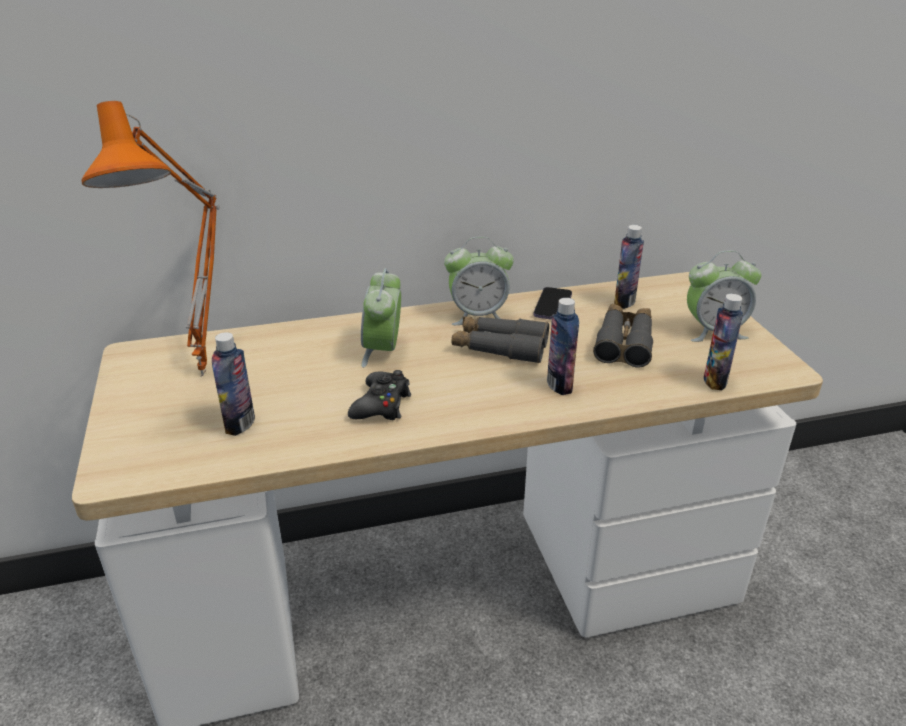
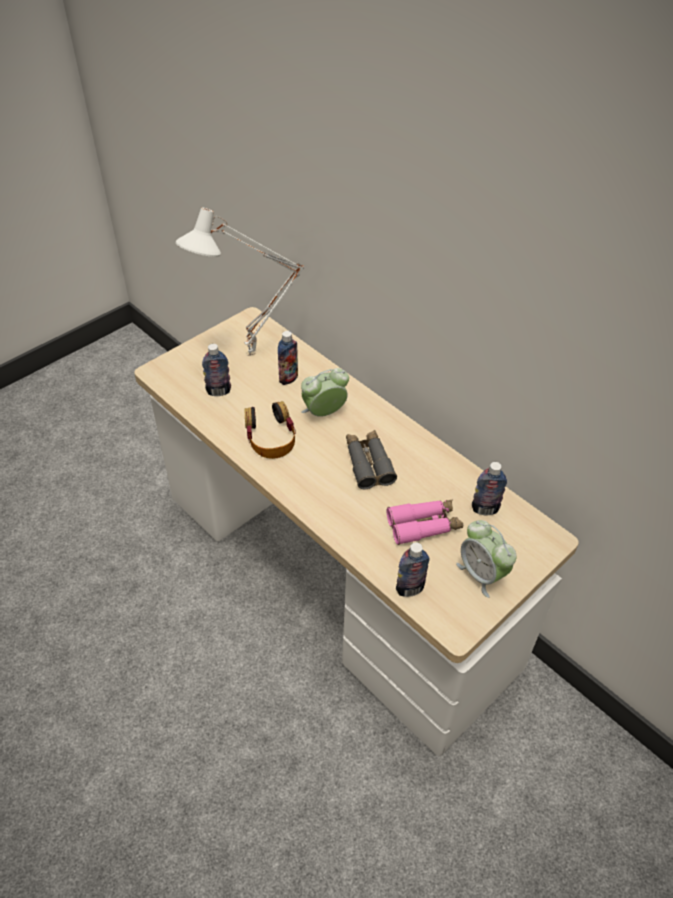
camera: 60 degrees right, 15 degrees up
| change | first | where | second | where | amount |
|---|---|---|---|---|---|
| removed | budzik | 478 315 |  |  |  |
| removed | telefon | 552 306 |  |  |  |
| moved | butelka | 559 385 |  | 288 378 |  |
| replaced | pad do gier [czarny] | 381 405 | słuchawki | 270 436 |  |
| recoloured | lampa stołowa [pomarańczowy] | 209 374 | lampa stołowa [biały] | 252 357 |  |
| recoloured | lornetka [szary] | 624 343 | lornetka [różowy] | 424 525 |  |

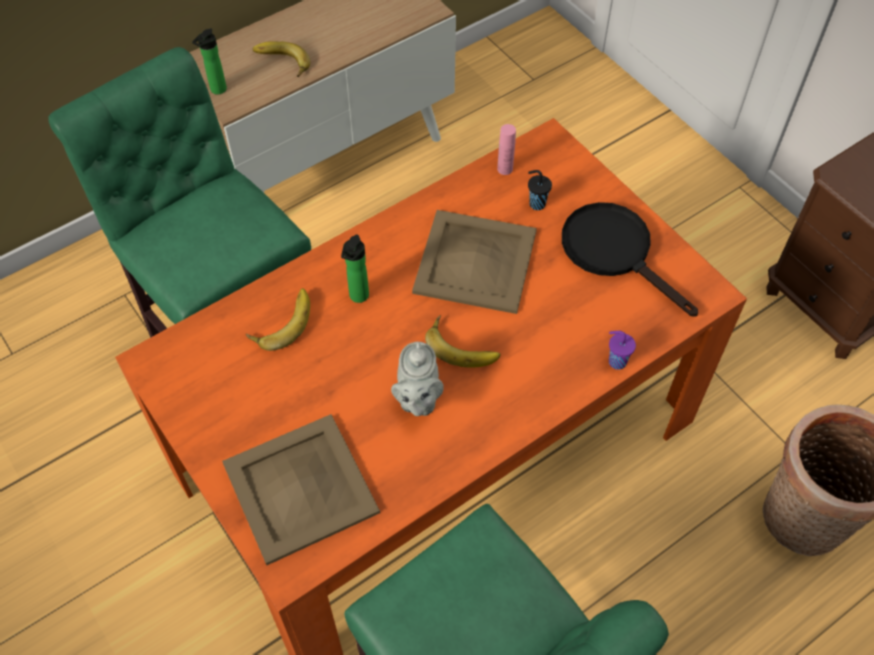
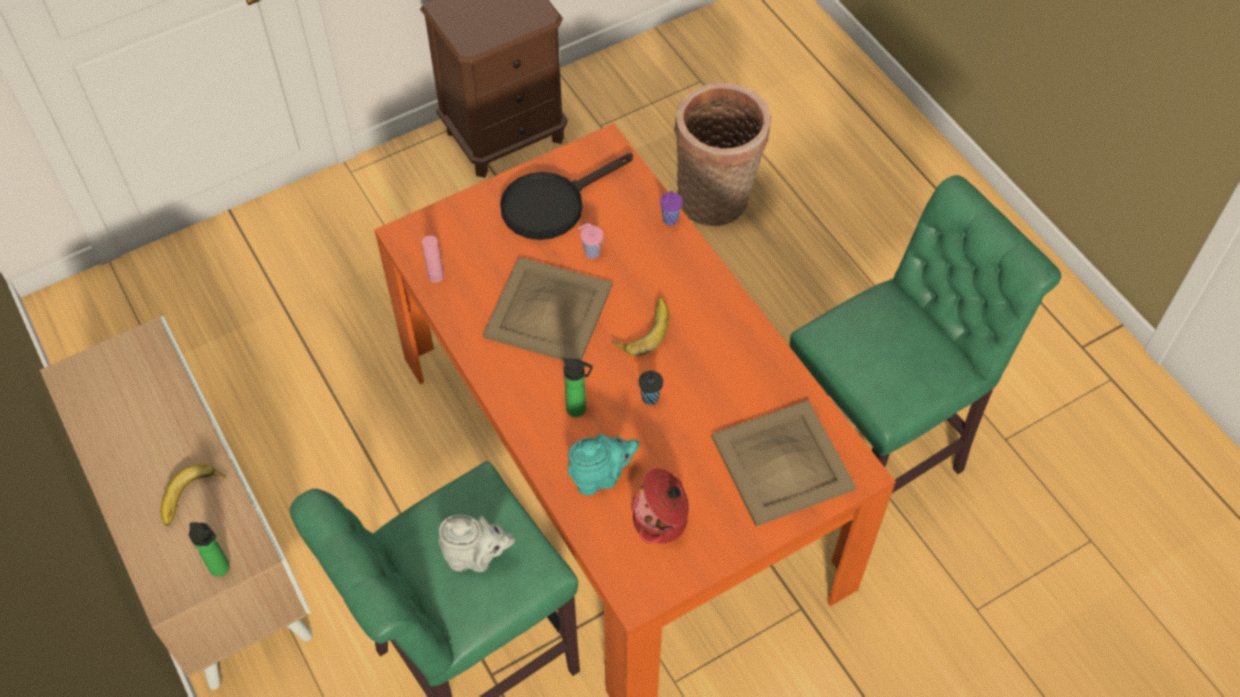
camera: 85 degrees left, 0 degrees up
| change | first | where | second | where | amount |
|---|---|---|---|---|---|
| added |  |  | filiżanka [różowy] | 591 253 |  |
| added |  |  | garnek | 661 521 |  |
| moved | imbryk [szary] | 417 399 |  | 476 557 |  |
| moved | filiżanka [czarny] | 536 203 |  | 649 398 |  |
| replaced | banan | 281 321 | imbryk [turkusowy] | 600 477 |  |

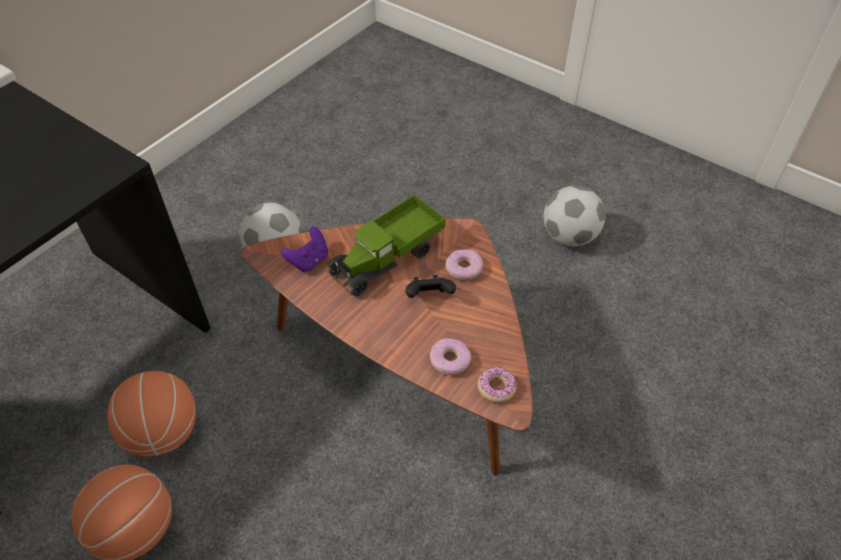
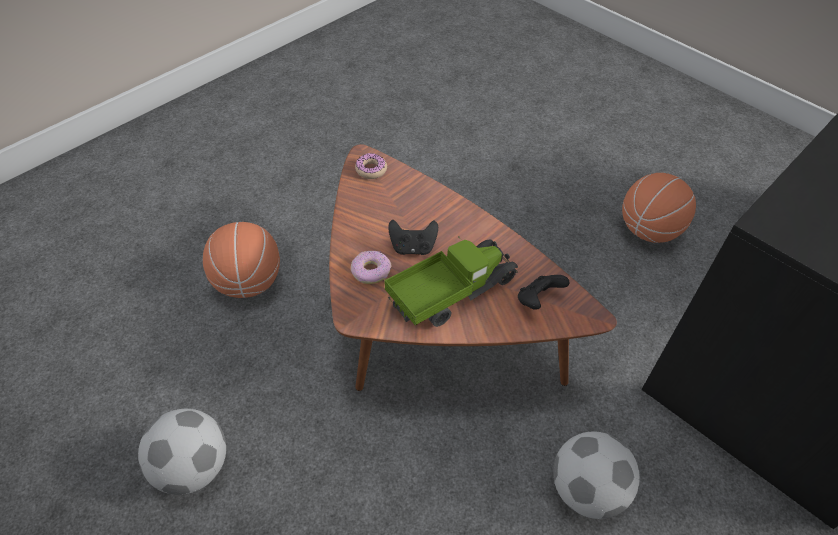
camera: 175 degrees left, 0 degrees up
| change | first | where | second | where | amount |
|---|---|---|---|---|---|
| removed | donut | 449 361 |  |  |  |
| moved | piłka do koszykówki | 163 432 |  | 247 283 |  |
| recoloured | pad do gier [fioletowy] | 309 260 | pad do gier [czarny] | 537 300 |  |

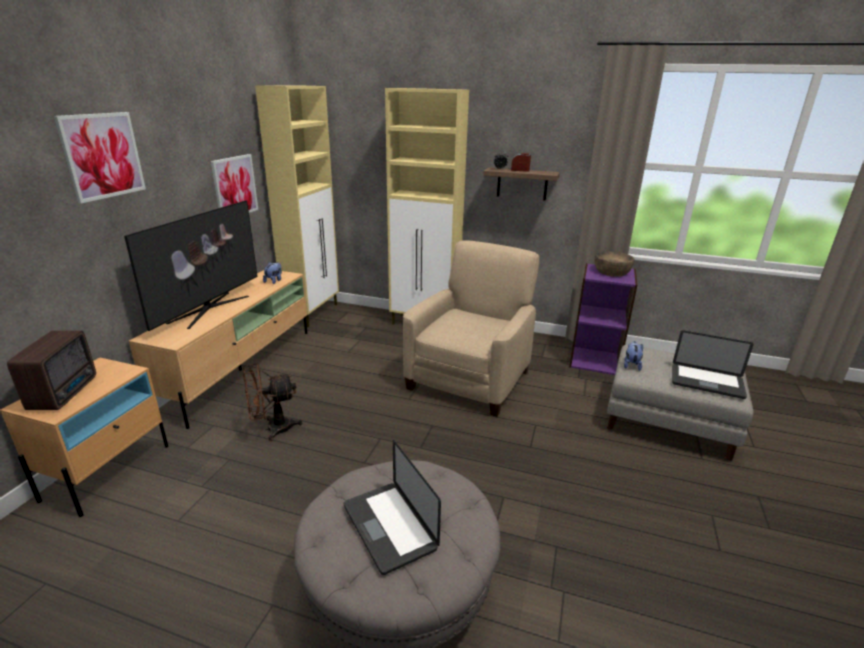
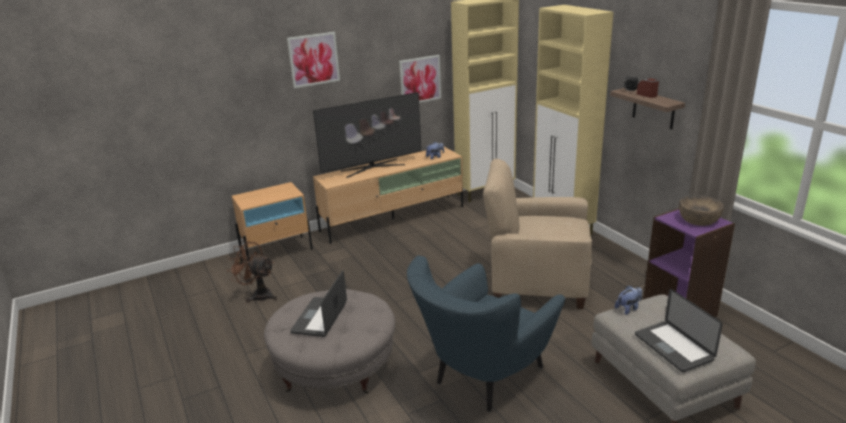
camera: 45 degrees right, 0 degrees up
| change | first | where | second | where | amount |
|---|---|---|---|---|---|
| removed | radio | 66 392 |  |  |  |
| added |  |  | fotel [niebieski] | 483 378 |  |
| moved | wentylator [brązowy] | 272 429 |  | 258 295 |  |
| turned | fotel [beżowy] | 470 379 |  | 537 281 | 150 degrees counterclockwise |

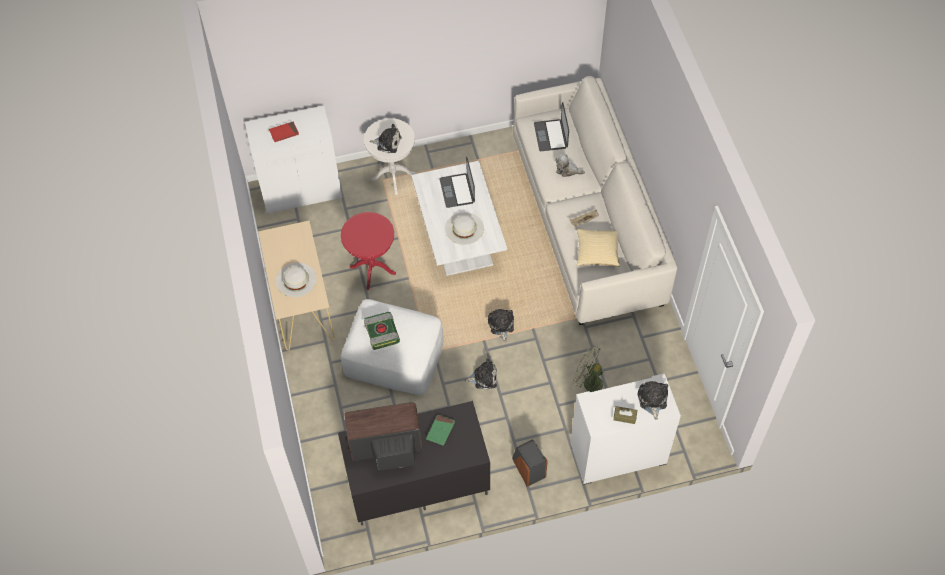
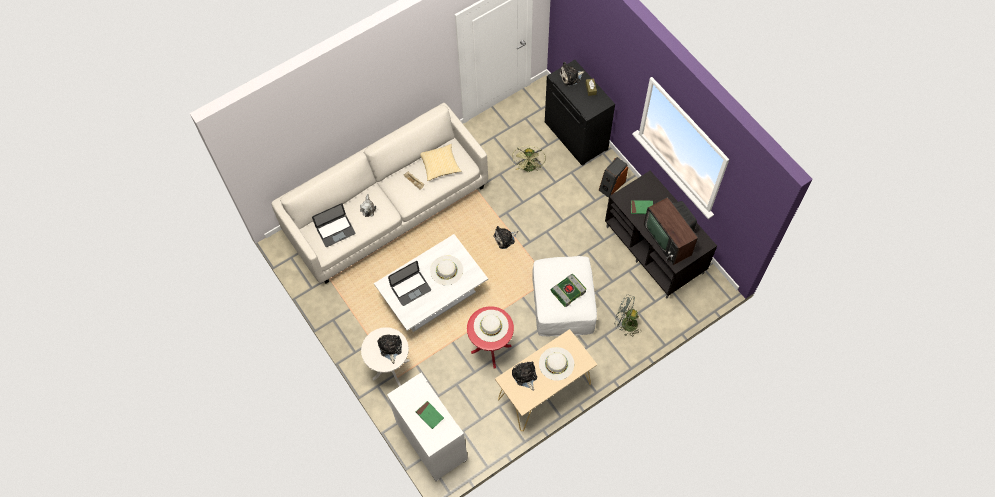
camera: 110 degrees left, 5 degrees up
| change | first | where | second | where | amount |
|---|---|---|---|---|---|
| added |  |  | kapelusz [biały] | 491 325 |  |
| added |  |  | wentylator [szary] | 625 324 |  |
| moved | pluszak | 483 378 |  | 525 376 |  |
| recoloured | książka [czerwony] | 284 132 | książka [zielony] | 429 415 |  |
| recoloured | szafka [biały] | 617 455 | szafka [czarny] | 576 136 |  |

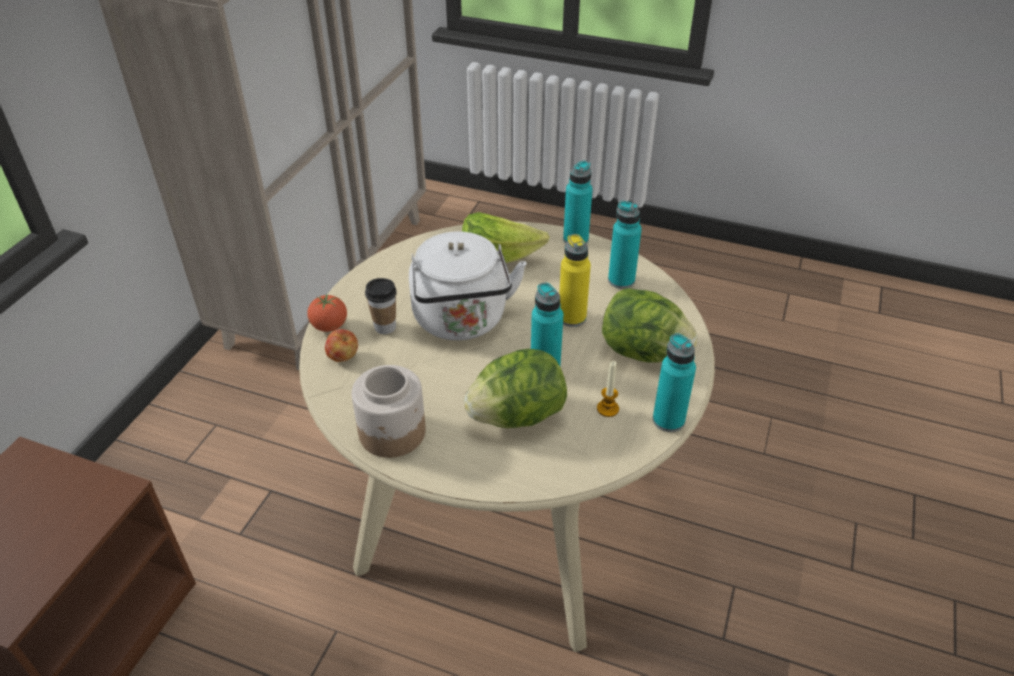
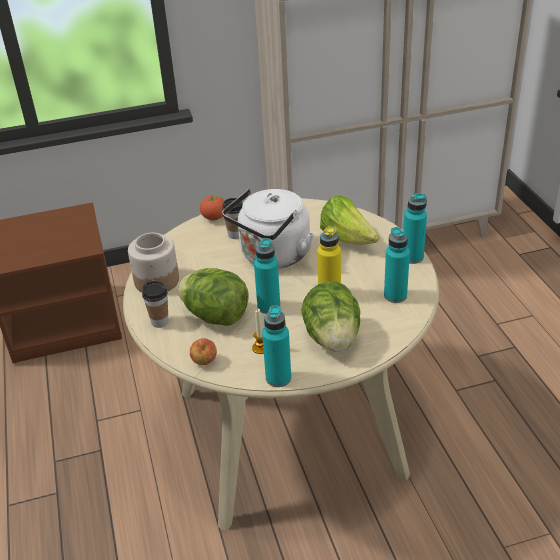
camera: 55 degrees right, 5 degrees down
| change | first | where | second | where | amount |
|---|---|---|---|---|---|
| added |  |  | filiżanka | 160 322 |  |
| moved | jabłko | 343 357 |  | 204 362 |  |

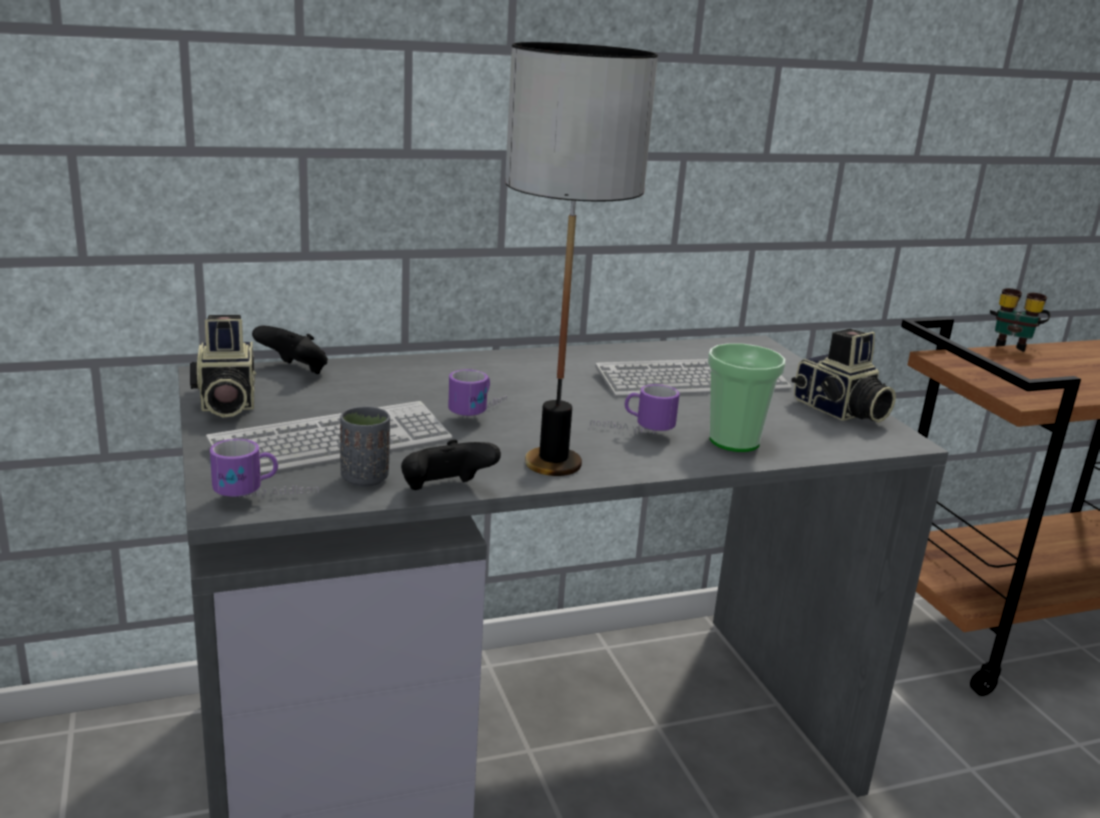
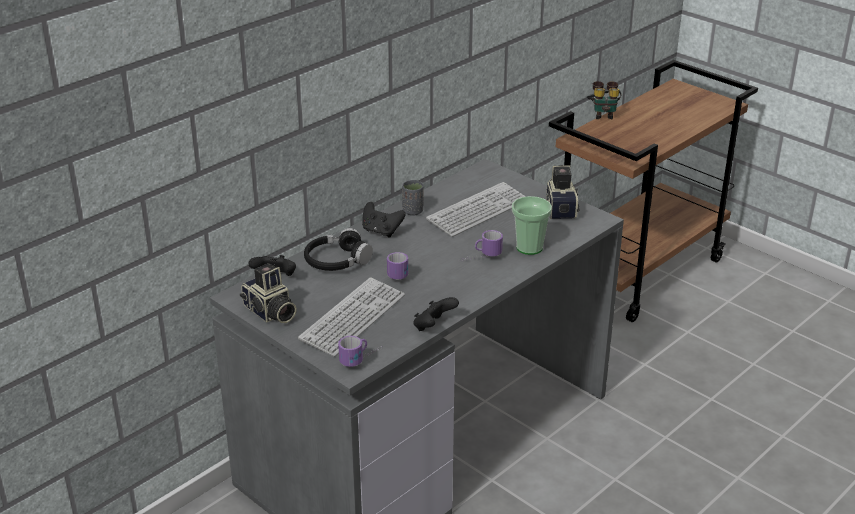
camera: 25 degrees left, 10 degrees up
| change | first | where | second | where | amount |
|---|---|---|---|---|---|
| removed | lampa stołowa | 554 464 |  |  |  |
| added |  |  | słuchawki [czarny] | 337 261 |  |
| added |  |  | pad do gier [czarny] | 381 231 |  |
| moved | filiżanka [szary] | 365 478 |  | 413 211 |  |
| turned | aparat fotograficzny | 839 411 |  | 561 208 | 120 degrees counterclockwise |

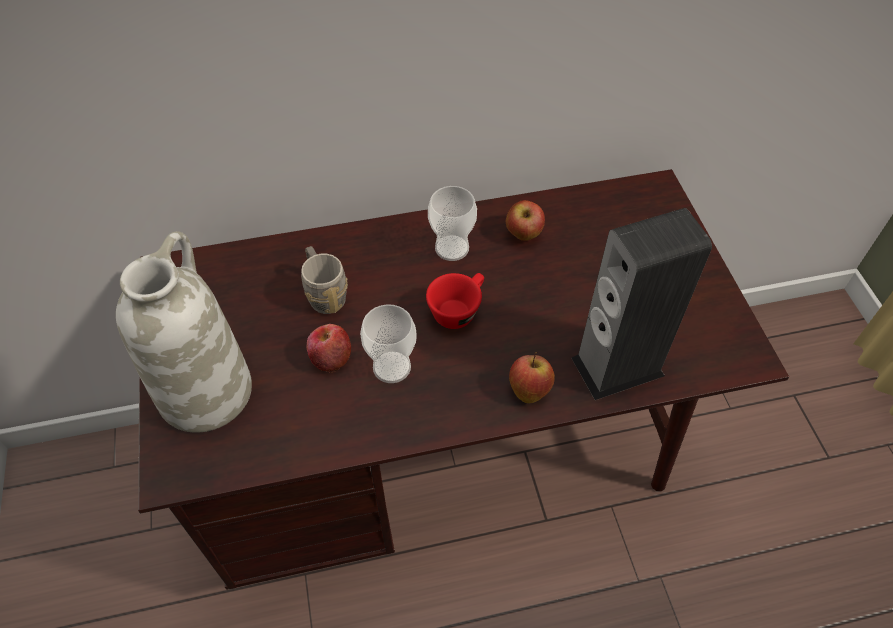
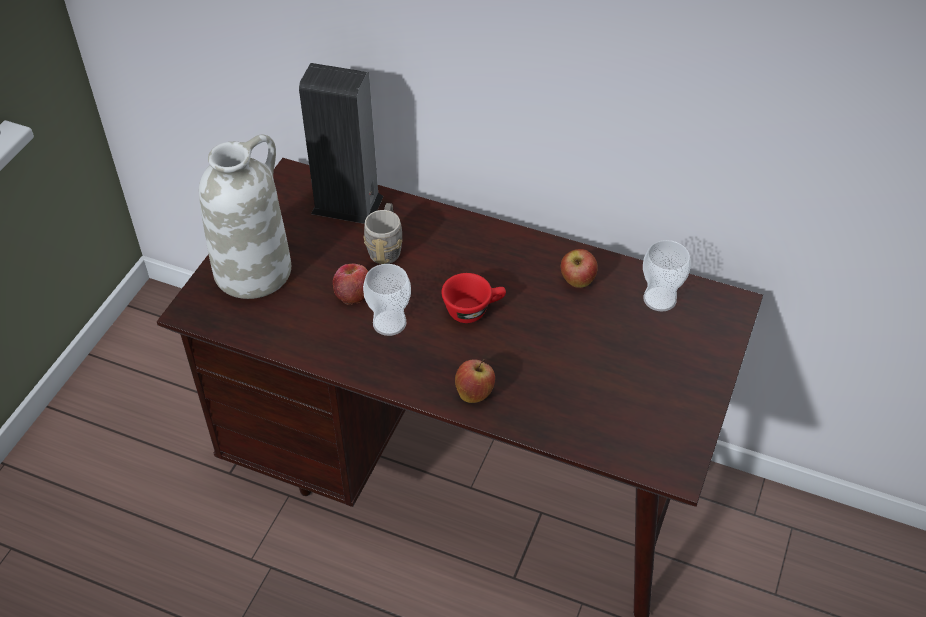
camera: 35 degrees right, 5 degrees down
| change | first | where | second | where | amount |
|---|---|---|---|---|---|
| moved | filiżanka | 452 248 |  | 659 299 |  |
| moved | głośnik | 617 366 |  | 347 205 |  |

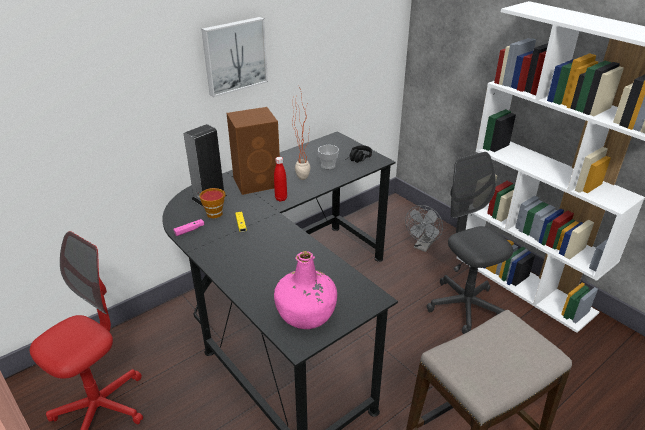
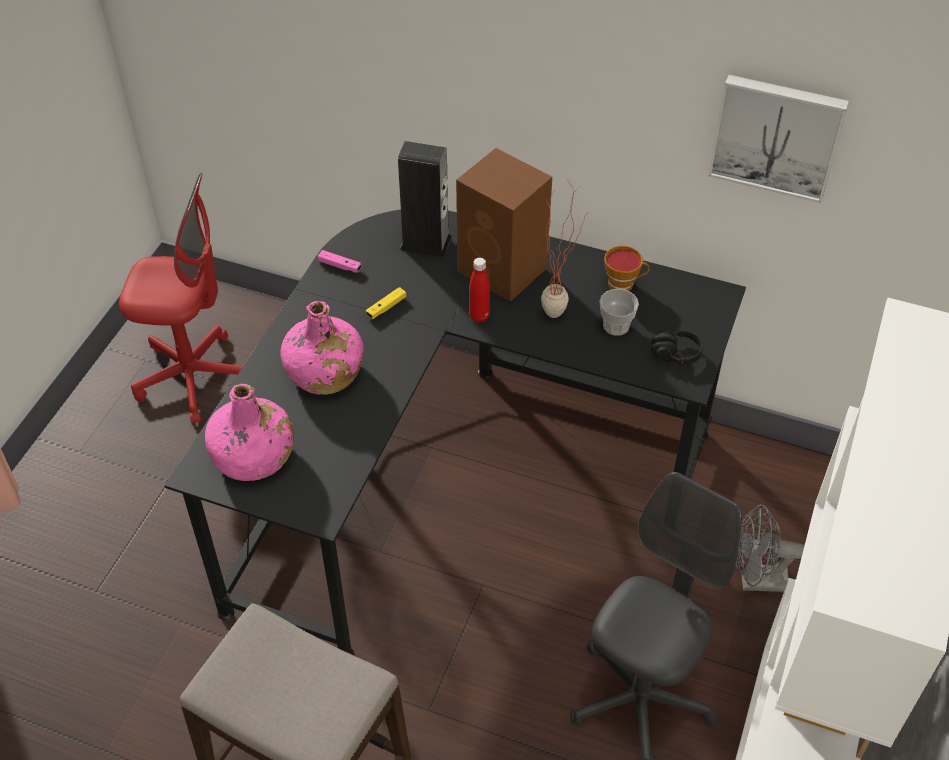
camera: 60 degrees right, 15 degrees up
| change | first | where | second | where | amount |
|---|---|---|---|---|---|
| added |  |  | butelka [różowy] | 324 373 |  |
| moved | filiżanka | 216 212 |  | 624 284 |  |
| moved | obraz | 234 55 |  | 777 135 |  |

